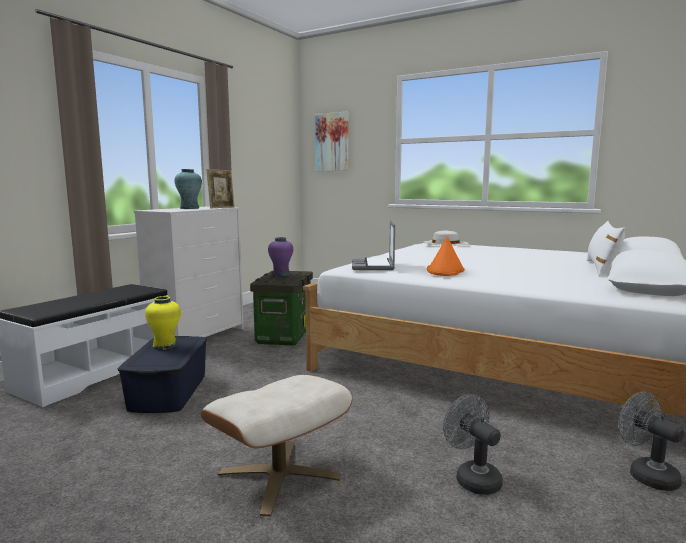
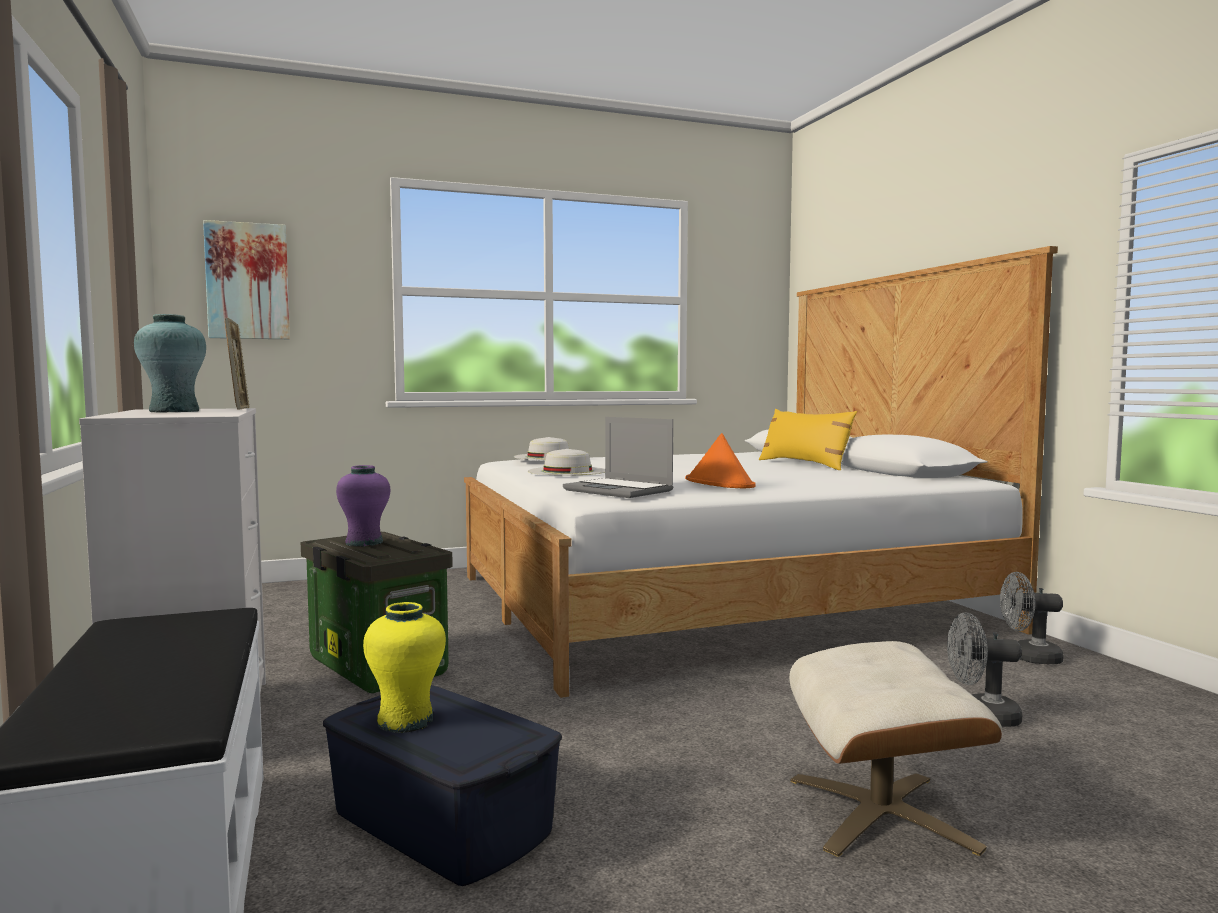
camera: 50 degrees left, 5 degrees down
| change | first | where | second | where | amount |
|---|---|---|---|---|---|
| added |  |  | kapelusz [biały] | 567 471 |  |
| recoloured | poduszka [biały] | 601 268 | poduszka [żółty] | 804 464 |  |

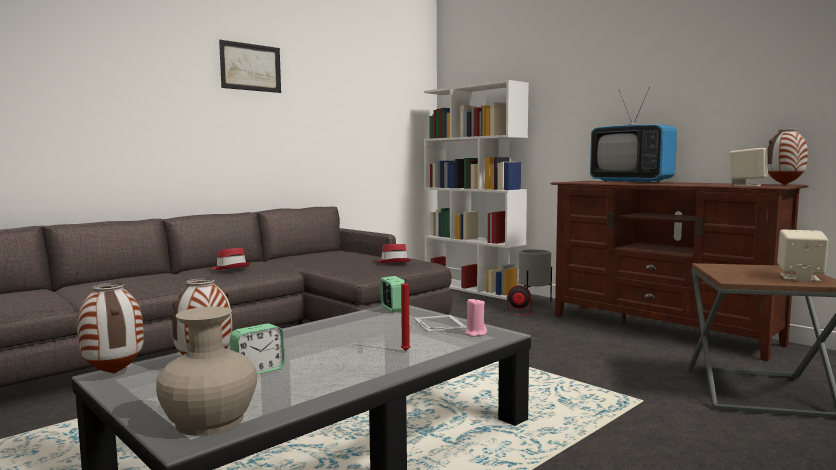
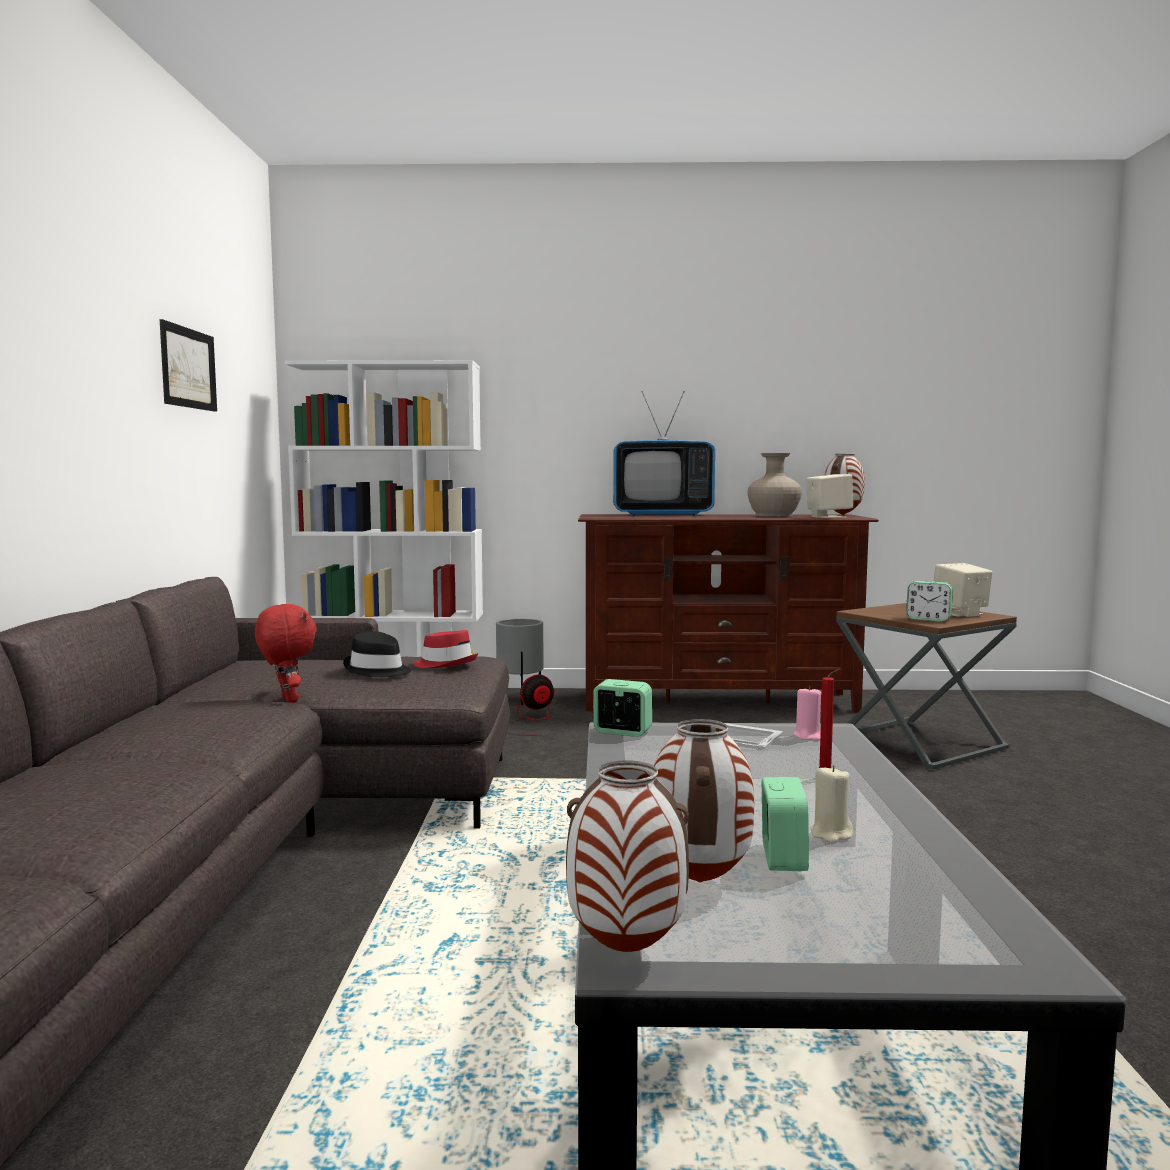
camera: 45 degrees left, 0 degrees up
| change | first | where | second | where | amount |
|---|---|---|---|---|---|
| removed | kapelusz [czerwony] | 230 268 |  |  |  |
| added |  |  | pluszak [czerwony] | 287 700 |  |
| added |  |  | kapelusz [czarny] | 377 670 |  |
| added |  |  | świeca [beżowy] | 831 834 |  |
| added |  |  | budzik | 928 619 |  |
| moved | wazon [beżowy] | 210 420 |  | 773 515 |  |
| moved | obraz | 250 67 |  | 188 368 |  |

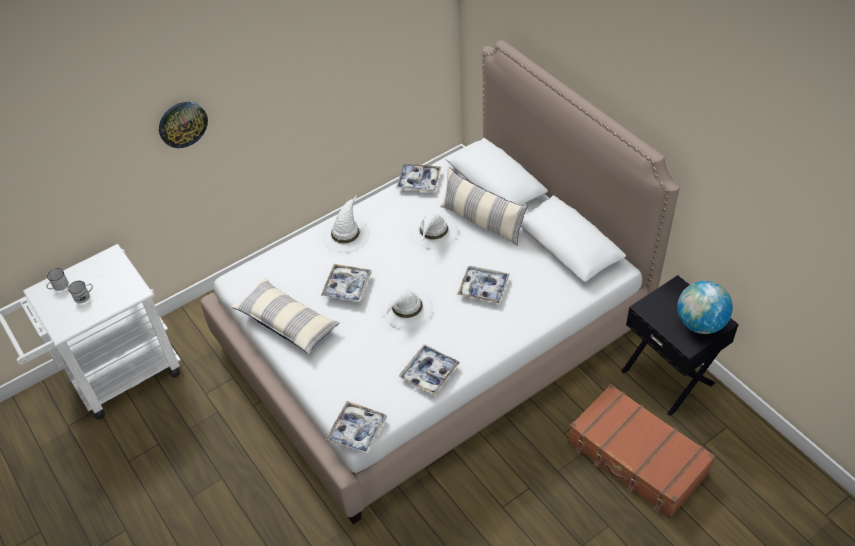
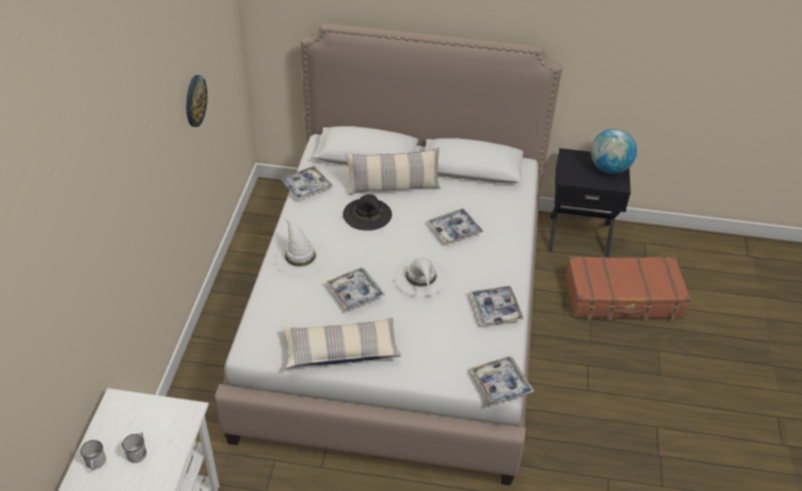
camera: 50 degrees left, 5 degrees down
| change | first | where | second | where | amount |
|---|---|---|---|---|---|
| moved | zegar ścienny | 182 124 |  | 195 100 |  |
| recoloured | kapelusz [biały] | 433 232 | kapelusz [czarny] | 368 214 |  |

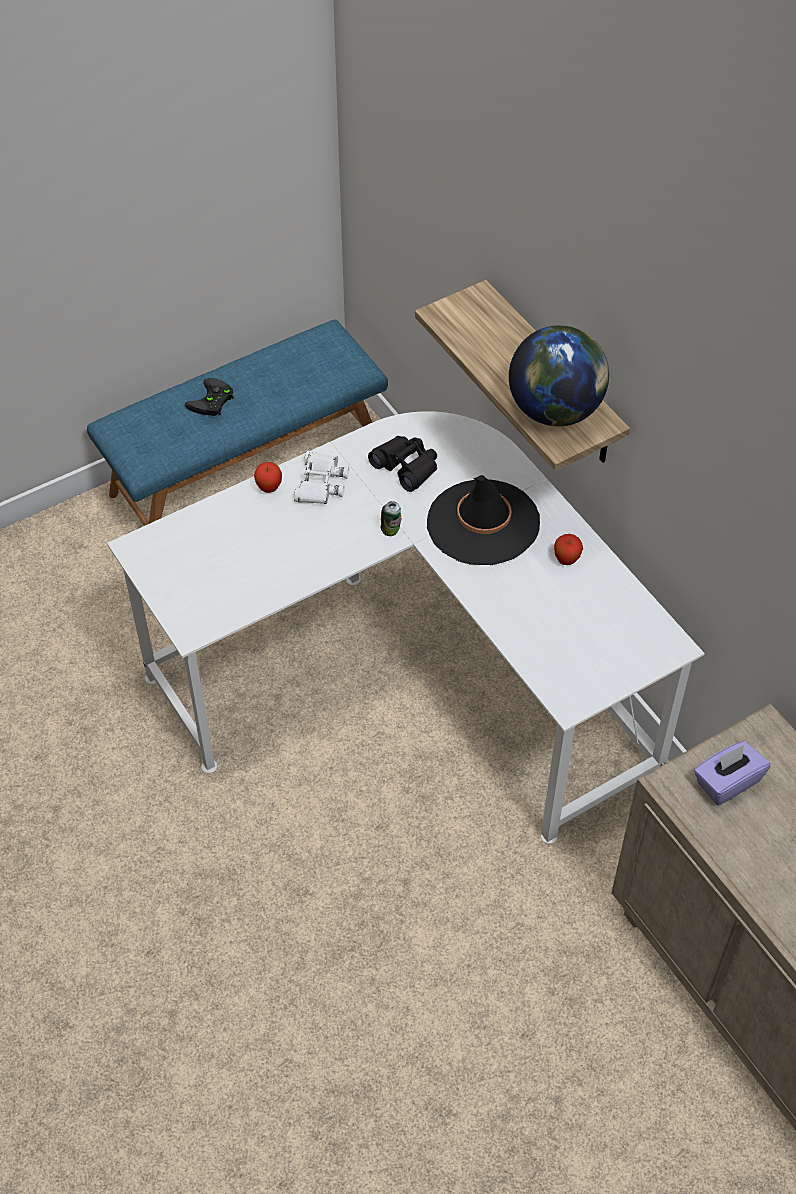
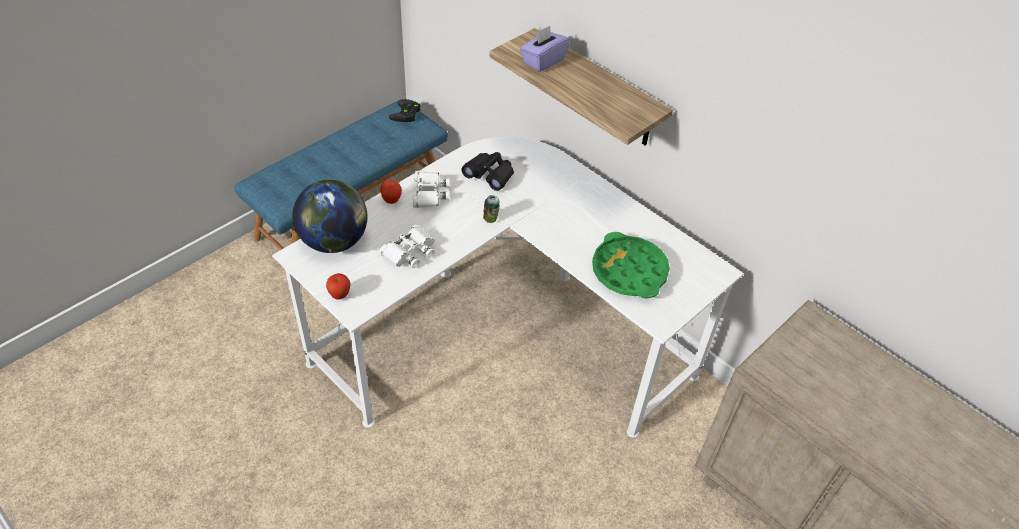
camera: 15 degrees left, 5 degrees down
| change | first | where | second | where | amount |
|---|---|---|---|---|---|
| removed | kapelusz [czarny] | 482 523 |  |  |  |
| added |  |  | lornetka [biały] | 410 251 |  |
| added |  |  | taca [zielony] | 629 271 |  |
| moved | pad do gier [czarny] | 212 402 |  | 406 114 |  |
| moved | globus | 555 410 |  | 334 241 |  |
| moved | jabłko | 566 560 |  | 340 295 |  |
| moved | pudełko chusteczek [fioletowy] | 727 782 |  | 543 61 |  |

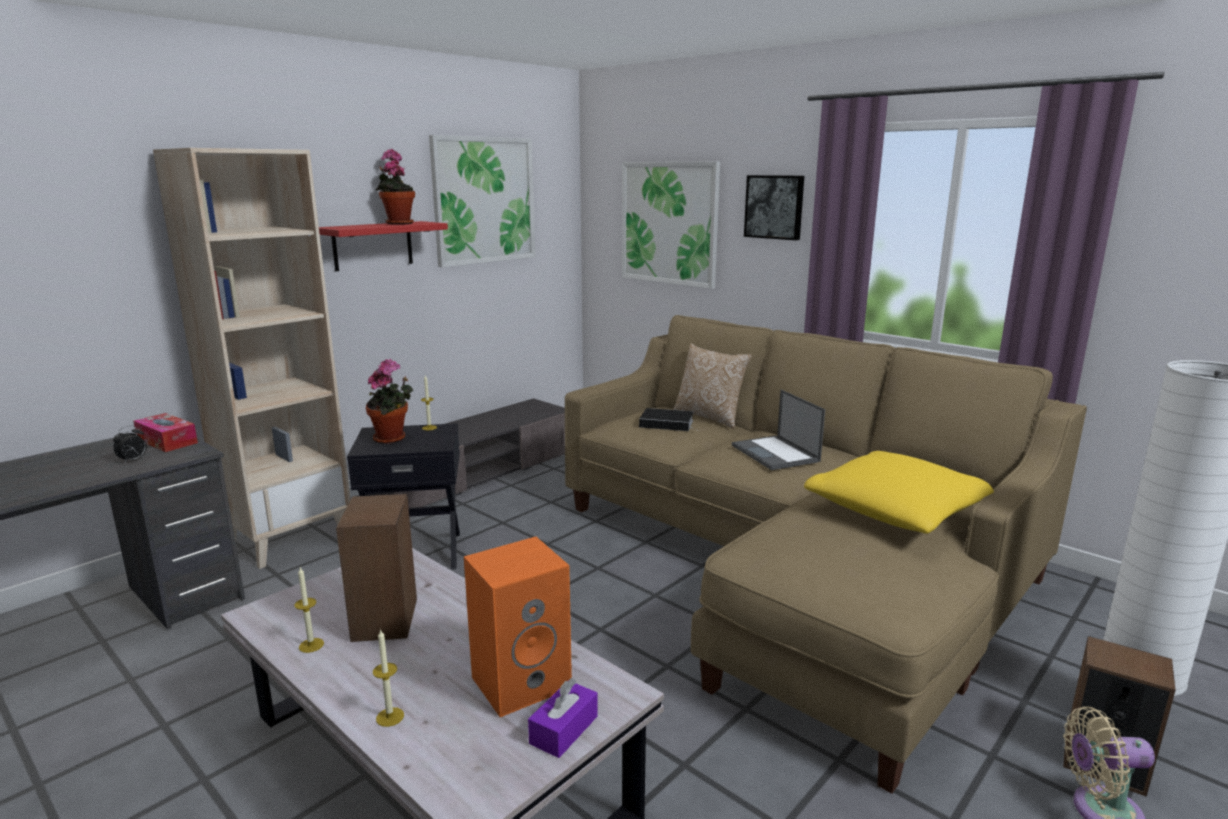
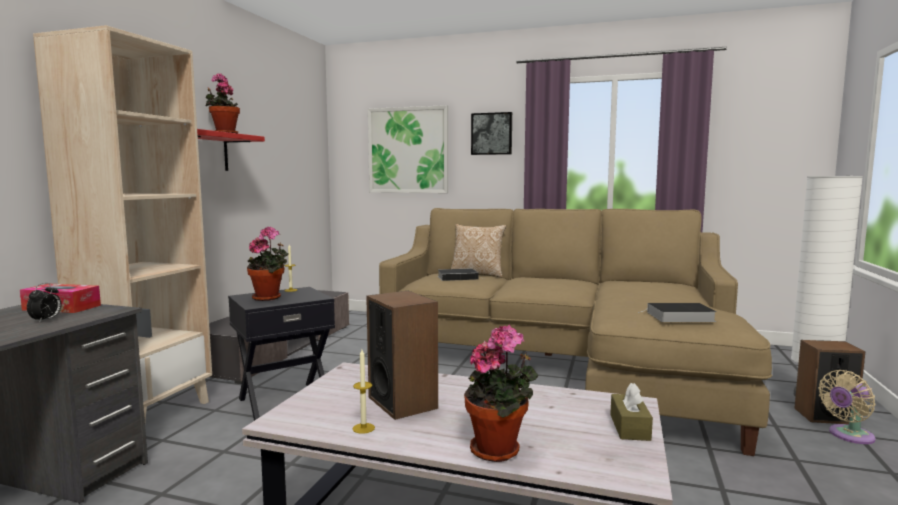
camera: 25 degrees left, 10 degrees down
| change | first | where | second | where | amount |
|---|---|---|---|---|---|
| removed | obraz | 484 200 |  |  |  |
| removed | głośnik [pomarańczowy] | 522 681 |  |  |  |
| removed | laptop | 776 453 |  |  |  |
| removed | poduszka [żółty] | 895 511 |  |  |  |
| added |  |  | książka | 678 317 |  |
| replaced | świeca | 390 717 | roślina doniczkowa | 499 450 |  |
| recoloured | pudełko chusteczek [fioletowy] | 564 730 | pudełko chusteczek [brązowy] | 629 427 |  |

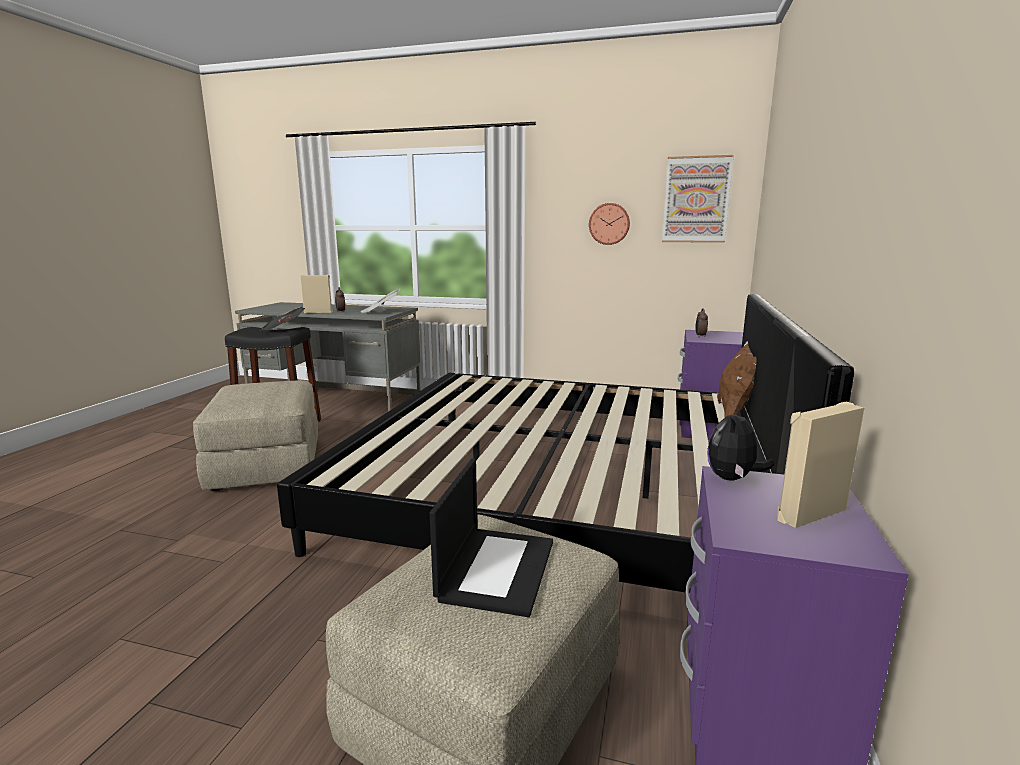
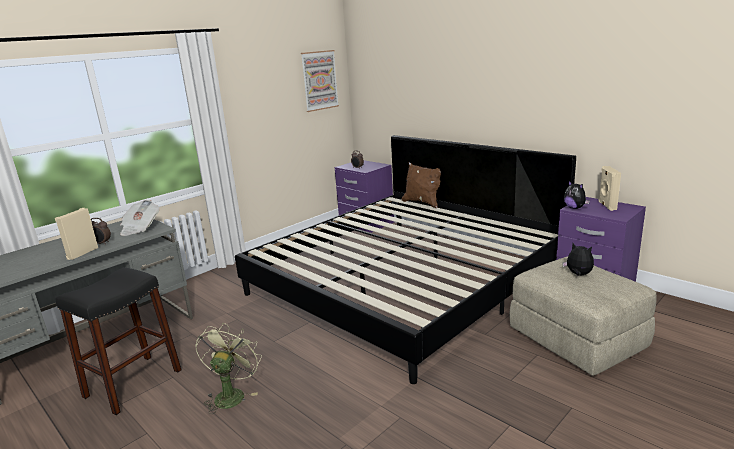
camera: 60 degrees left, 5 degrees up
| change | first | where | second | where | amount |
|---|---|---|---|---|---|
| removed | gazeta | 283 331 |  |  |  |
| removed | zegar ścienny | 609 224 |  |  |  |
| replaced | pufa [beżowy] | 266 465 | wentylator [zielony] | 231 394 |  |
| replaced | laptop | 496 568 | pluszak | 578 274 |  |

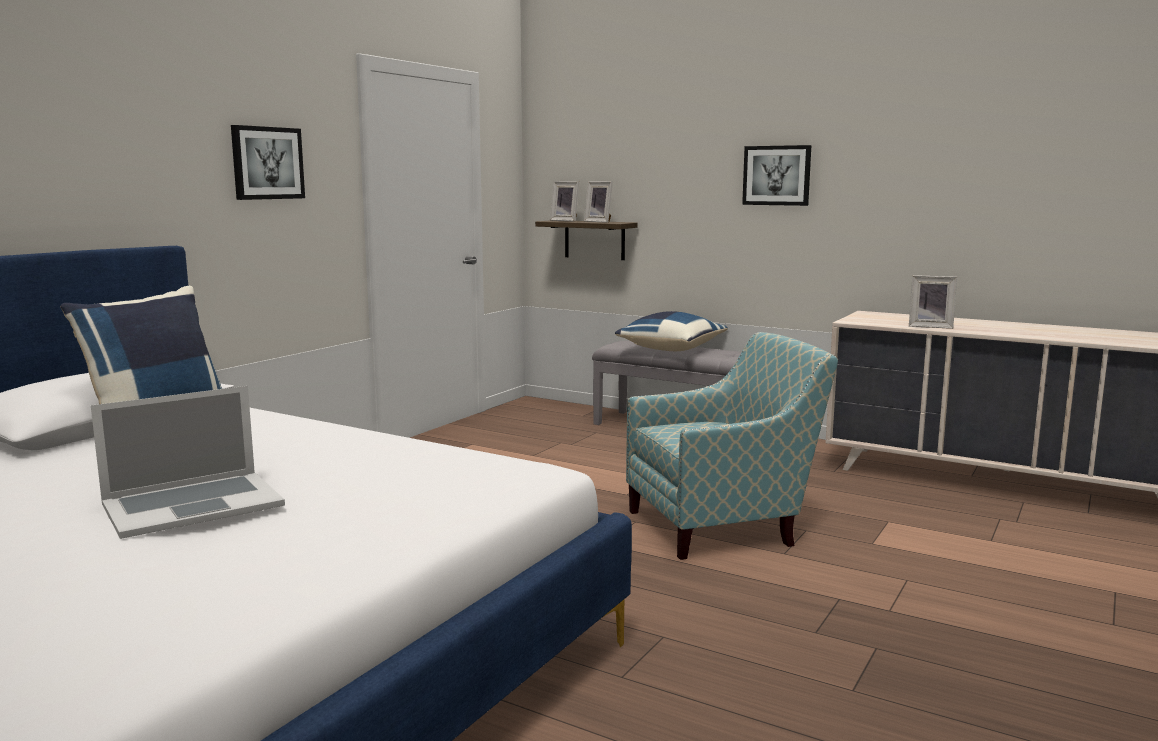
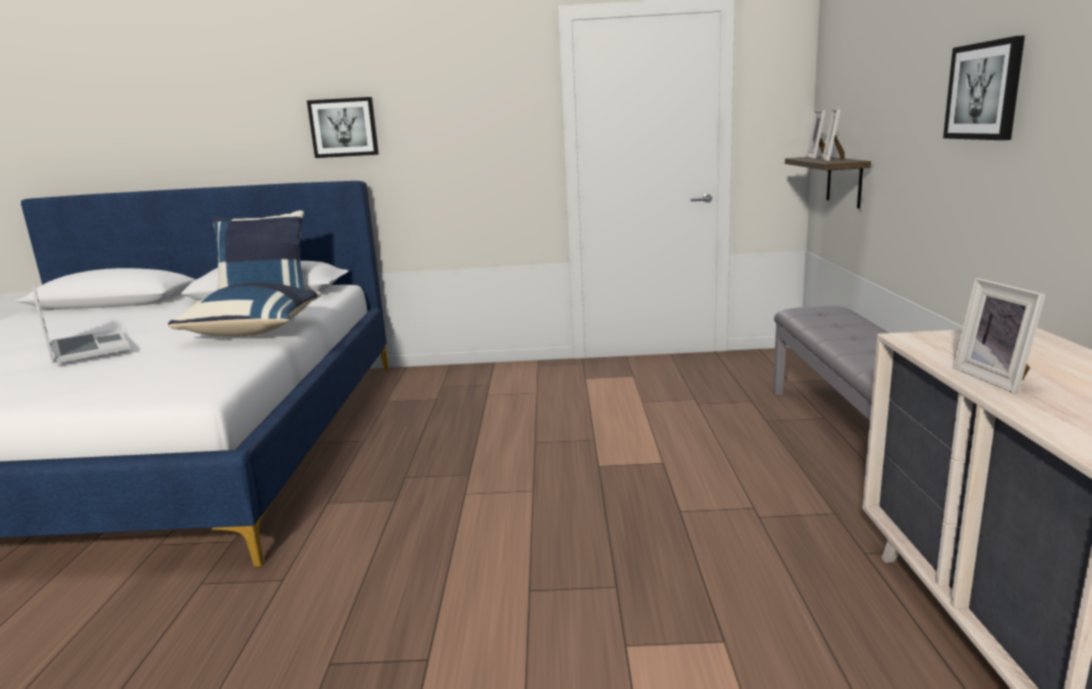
camera: 60 degrees right, 5 degrees up
| change | first | where | second | where | amount |
|---|---|---|---|---|---|
| removed | fotel | 722 525 |  |  |  |
| moved | obraz | 267 163 |  | 343 127 |  |
| moved | poduszka [niebieski] | 670 349 |  | 255 331 |  |
| turned | laptop | 193 504 |  | 87 347 | 150 degrees counterclockwise |

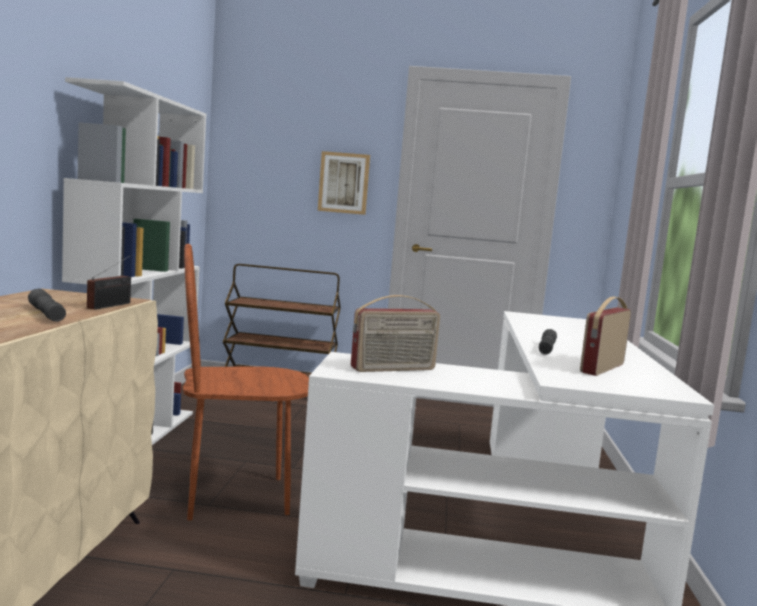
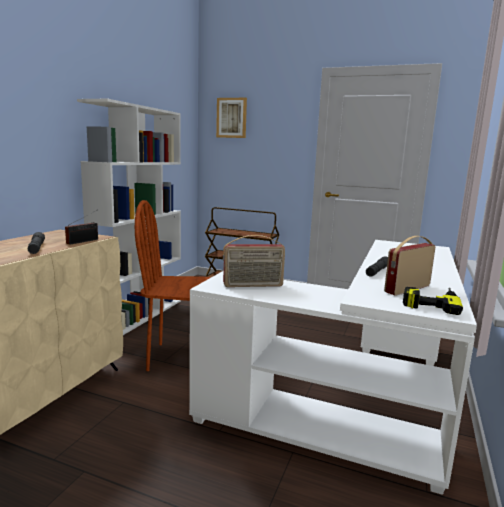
camera: 15 degrees right, 5 degrees up
| change | first | where | second | where | amount |
|---|---|---|---|---|---|
| added |  |  | wiertarka | 430 302 |  |
| moved | obraz | 344 183 |  | 231 118 |  |

